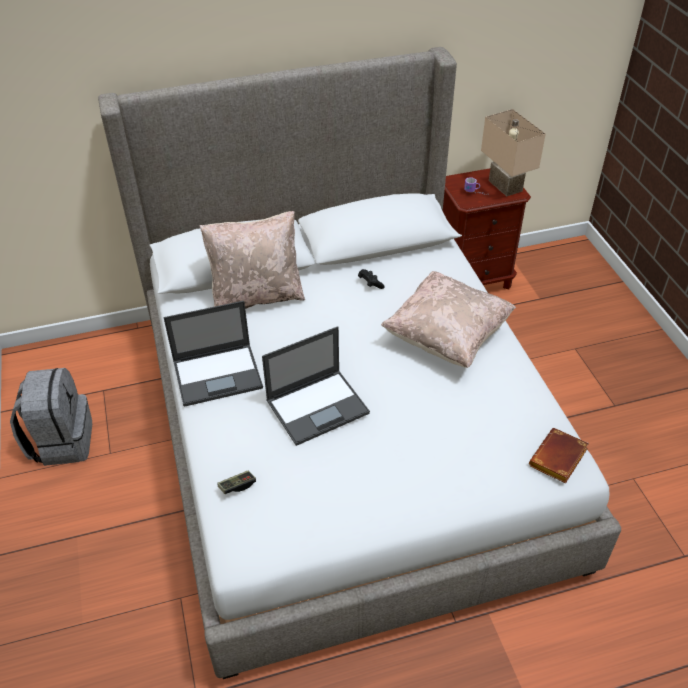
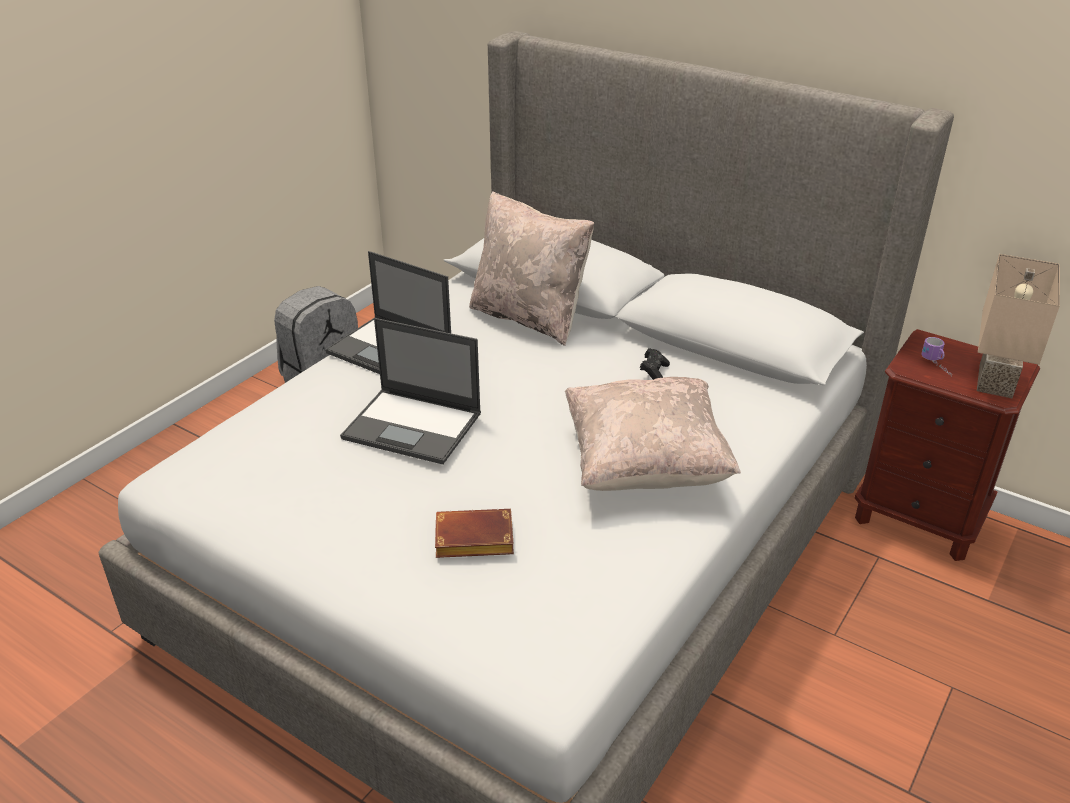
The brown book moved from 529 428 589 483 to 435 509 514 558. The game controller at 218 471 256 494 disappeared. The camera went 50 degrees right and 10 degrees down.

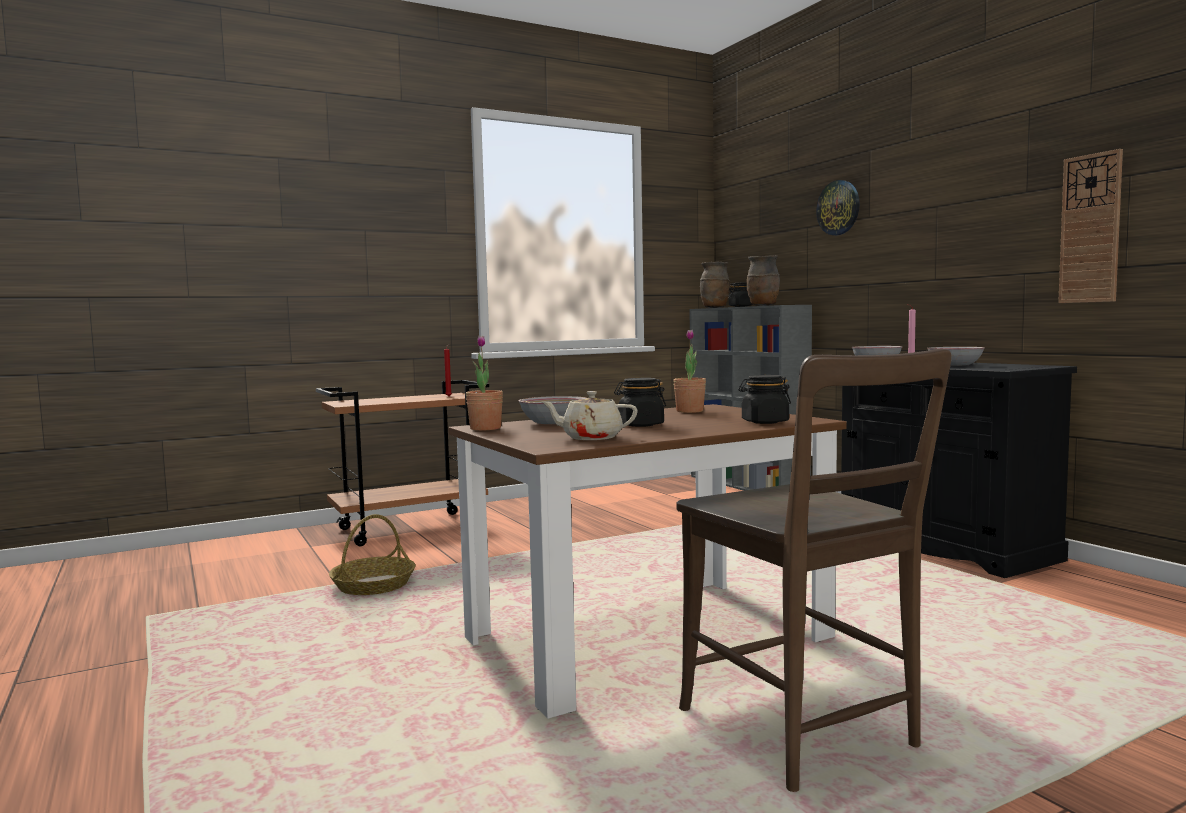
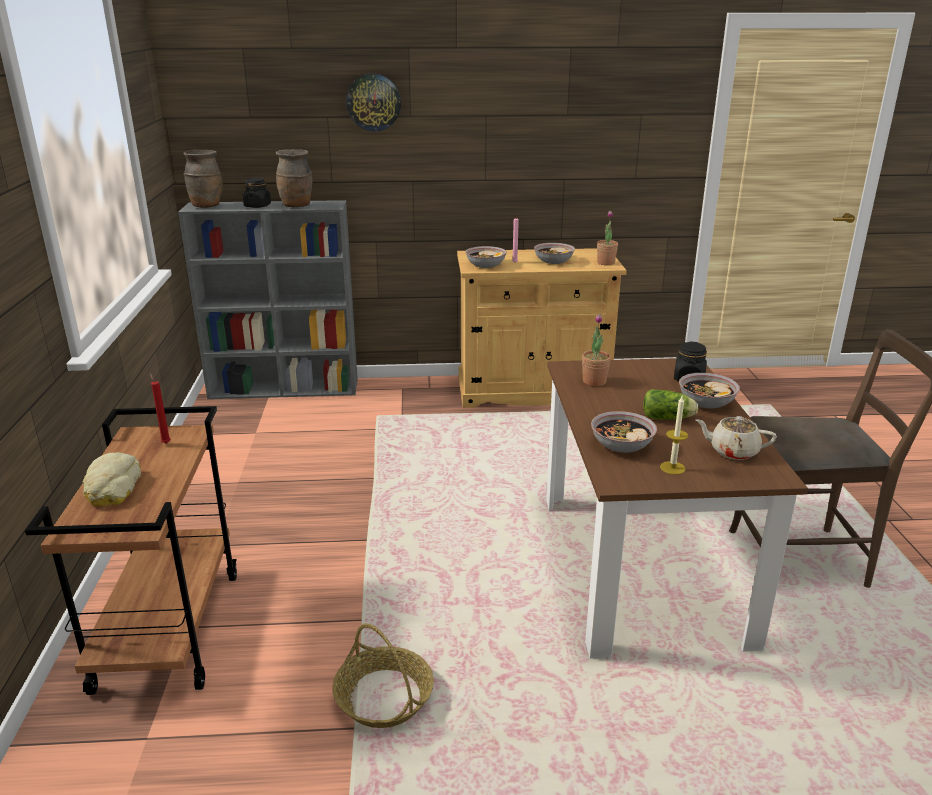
The hanging clock at 1058 149 1123 303 disappeared. The houseplant moved from 466 336 503 430 to 597 211 618 266. The blackish storage cabinet at 841 363 1077 578 became the beige-coloured storage cabinet at 457 248 627 408. The blackish jar at 614 378 666 427 was replaced by the lettuce at 643 389 698 419. The beige-coloured pot for tea at 542 391 638 440 turned 75 degrees clockwise. The bowl at 679 373 740 409 appeared. The wax light at 660 396 688 475 appeared. The bread at 82 452 141 507 appeared. The camera went 65 degrees left and 20 degrees up.

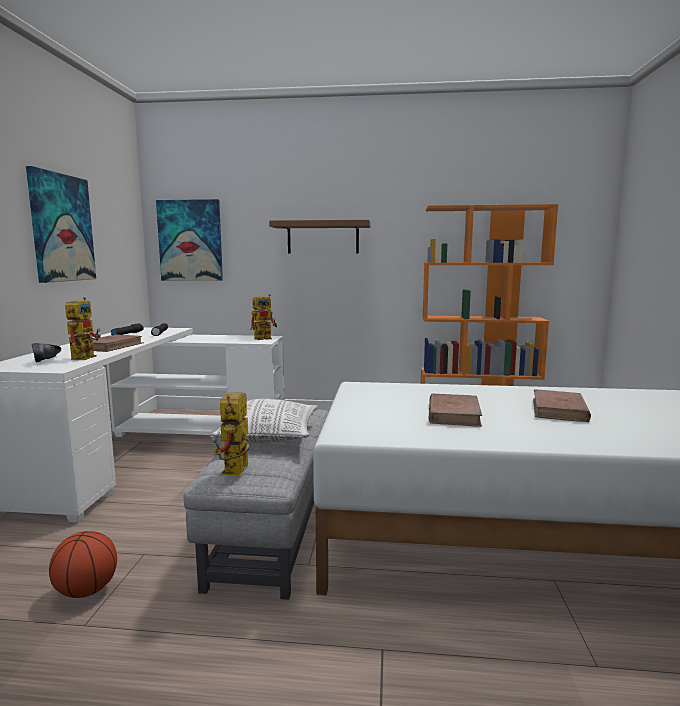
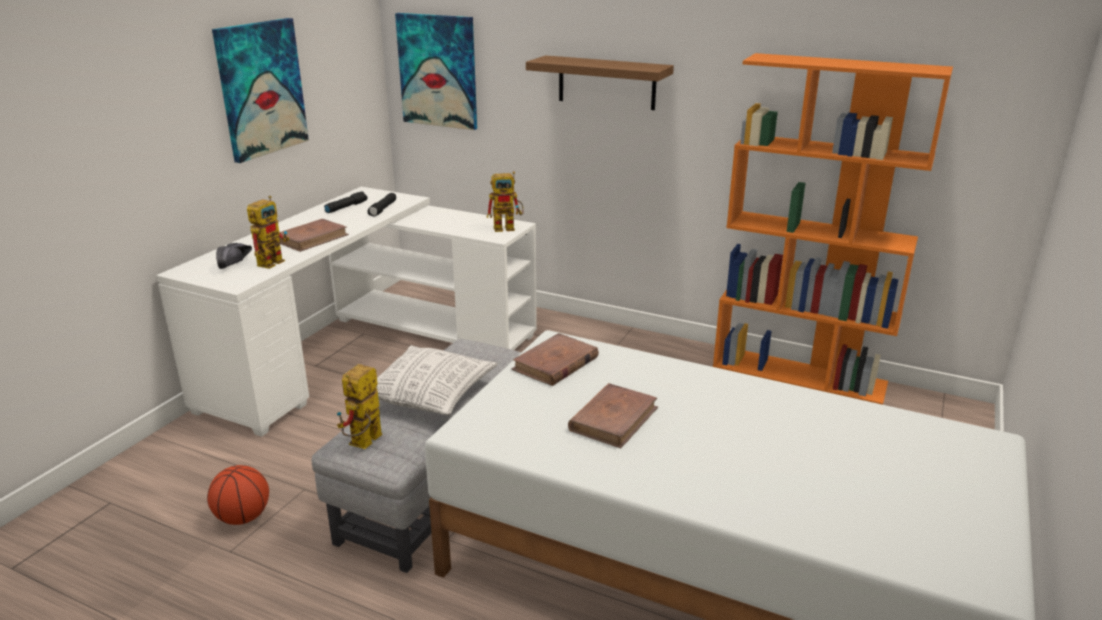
The brown book moved from 533 389 591 422 to 512 333 599 386. The camera went 20 degrees right and 15 degrees up.

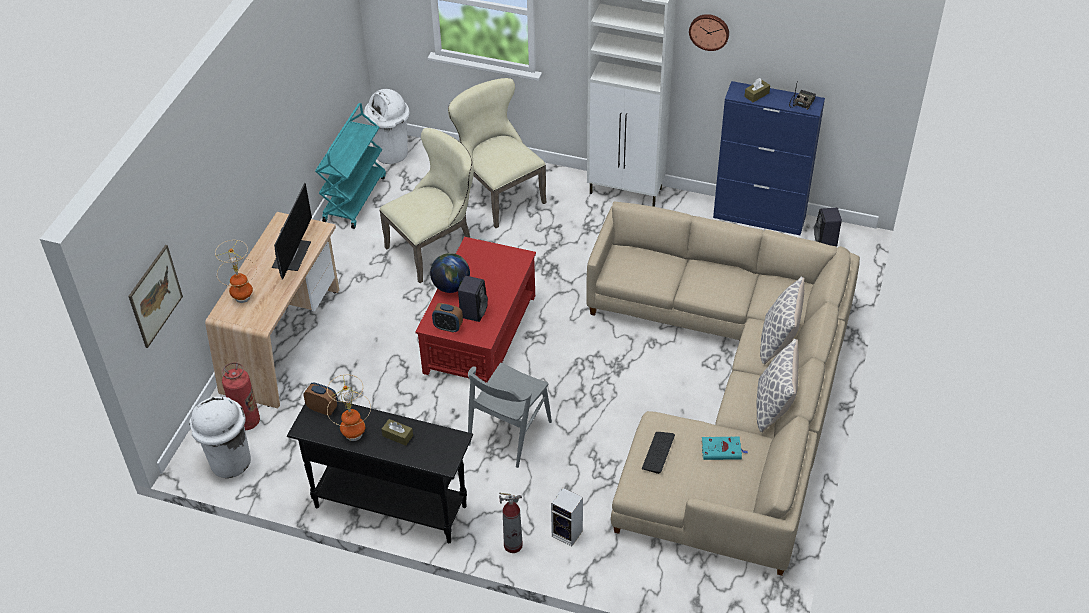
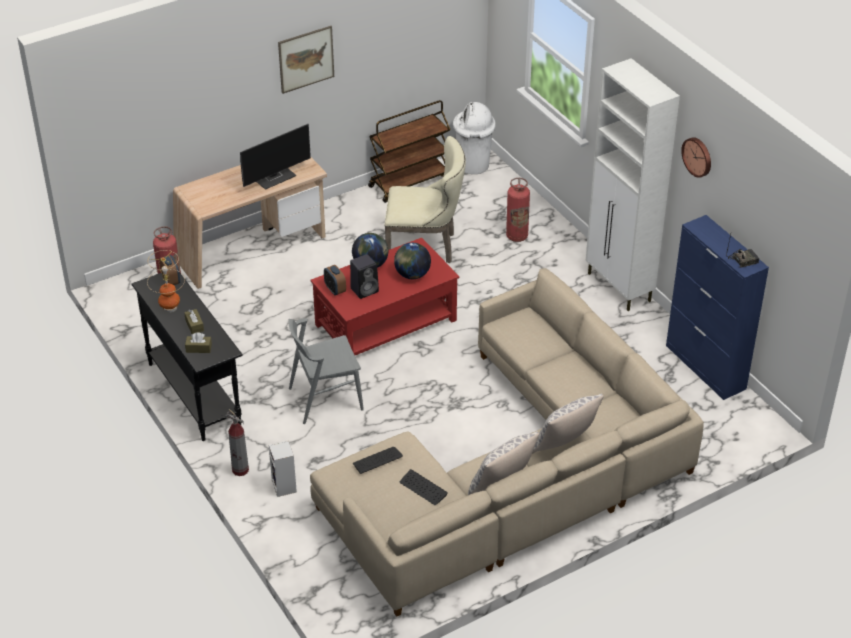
The beige-coloured upright chair at 448 78 547 228 was replaced by the fire-fighting cylinder at 506 178 530 242. The brown tissue box moved from 744 78 770 102 to 185 332 212 353. The turquoise-coloured wheeled cart at 315 103 386 229 became the brown wheeled cart at 368 100 451 203. The blackish loudspeaker at 814 208 842 247 disappeared. The table lamp at 215 240 257 303 disappeared. The wall art moved from 128 245 183 348 to 278 26 334 94. The whitish waste bin at 189 397 251 478 disappeared. The turquoise-coloured book at 701 437 748 460 was replaced by the keyboard at 400 469 448 505. The globe at 394 243 431 279 appeared. The camera went 40 degrees right and 5 degrees down.

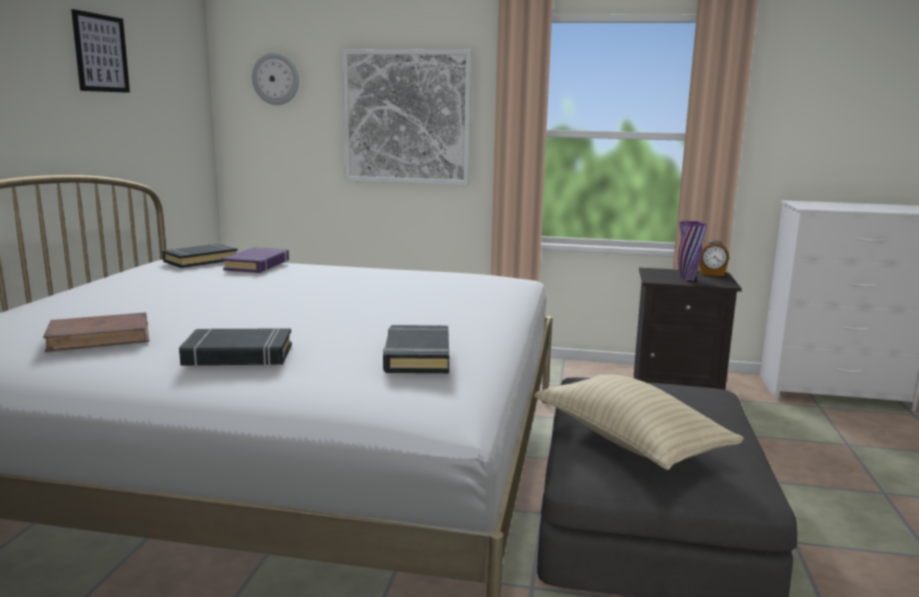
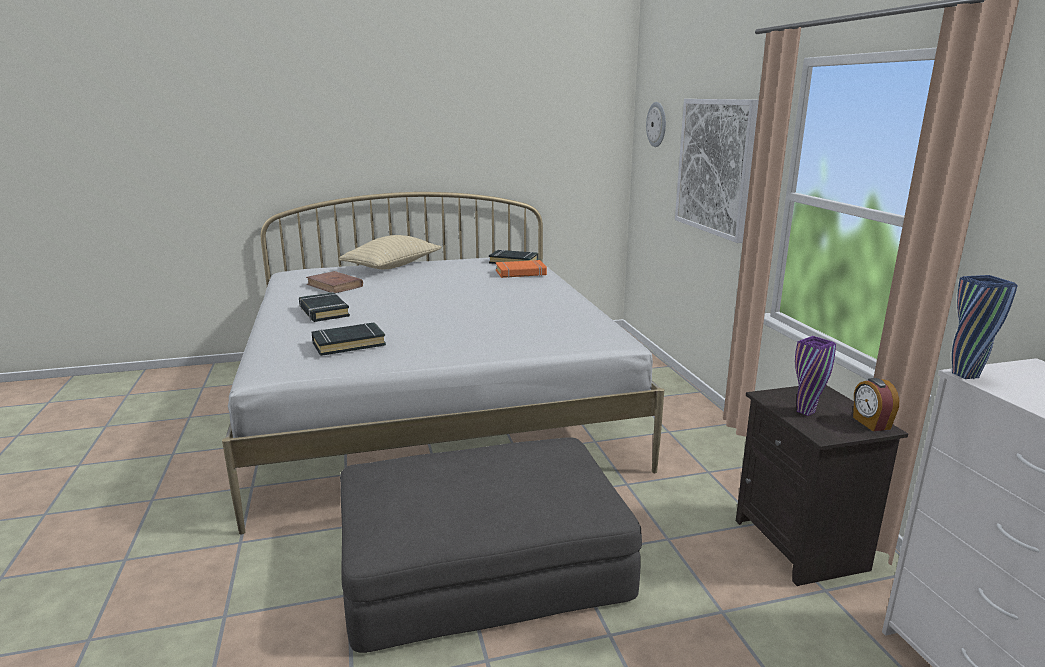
The wall art at 71 9 130 93 disappeared. The purplish book at 223 247 289 273 became the orange-coloured book at 496 260 547 278. The beige-coloured throw pillow moved from 534 374 744 470 to 339 235 441 269. The blue-coloured flower vase at 952 275 1018 379 appeared. The camera went 65 degrees right and 5 degrees up.

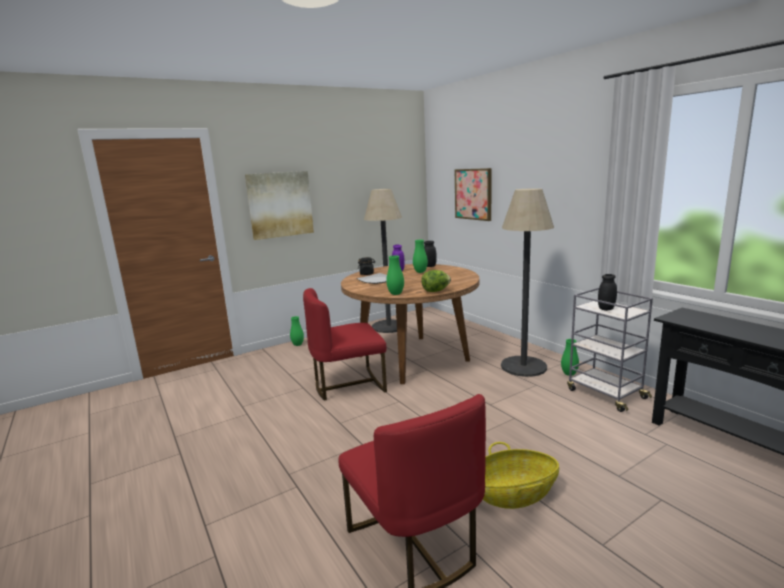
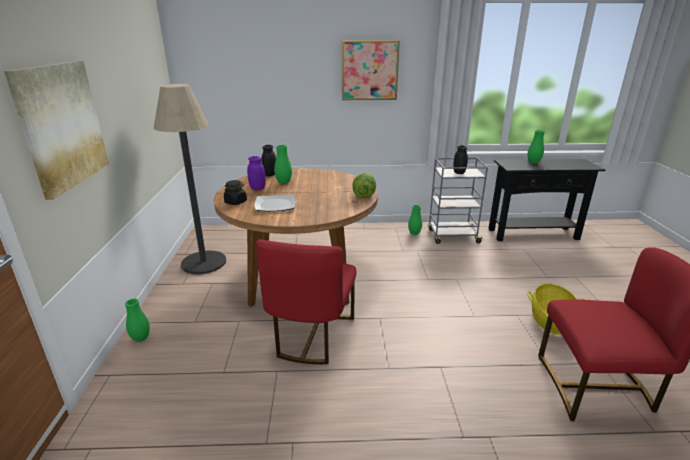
The wall art moved from 455 168 492 221 to 342 40 400 100. The standard lamp at 501 188 554 377 disappeared. The greenish flower vase moved from 386 255 404 295 to 528 130 545 164. The camera went 60 degrees left and 10 degrees up.

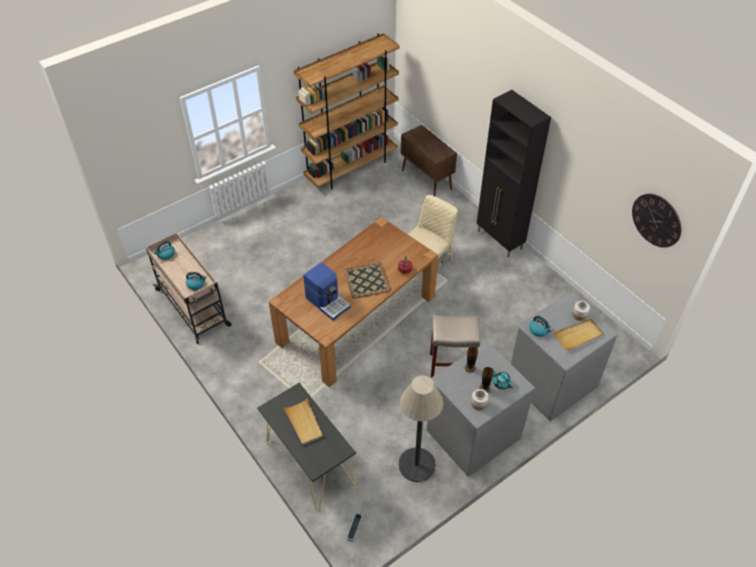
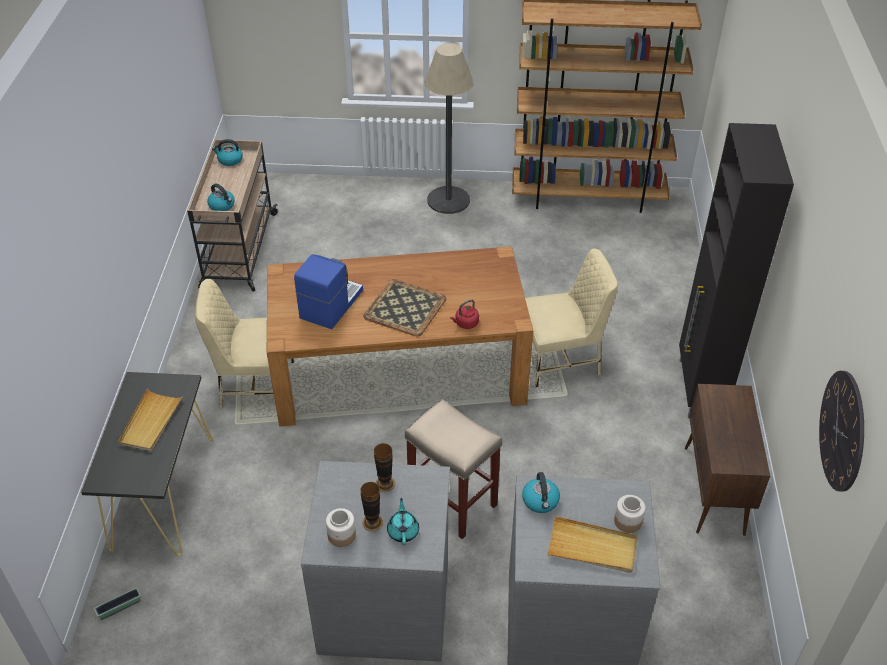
The brown storage cabinet moved from 401 125 457 196 to 685 384 770 536. The coffee machine at 303 262 351 321 turned 150 degrees counterclockwise. The standard lamp moved from 398 375 443 482 to 425 43 473 214. The beige-coloured upright chair at 195 279 294 409 appeared. The camera went 40 degrees right and 5 degrees down.

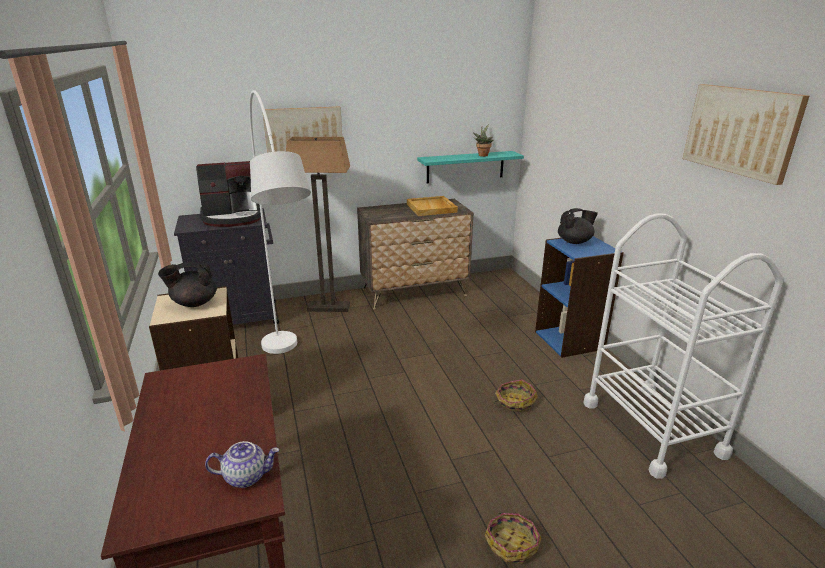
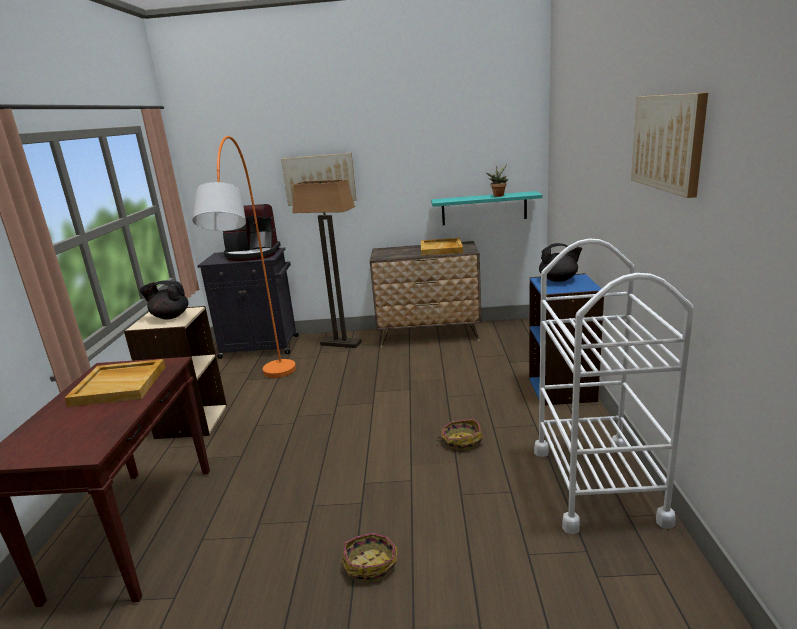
The whitish standard lamp at 249 90 311 354 became the orange-coloured standard lamp at 192 136 296 378. The pot for tea at 205 441 279 488 disappeared. The beige-coloured serving tray at 65 359 165 407 appeared. The camera went 20 degrees right and 5 degrees down.

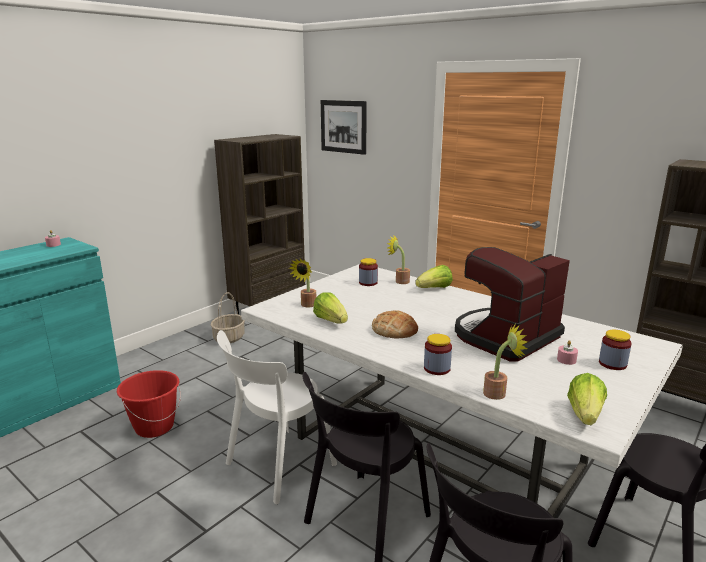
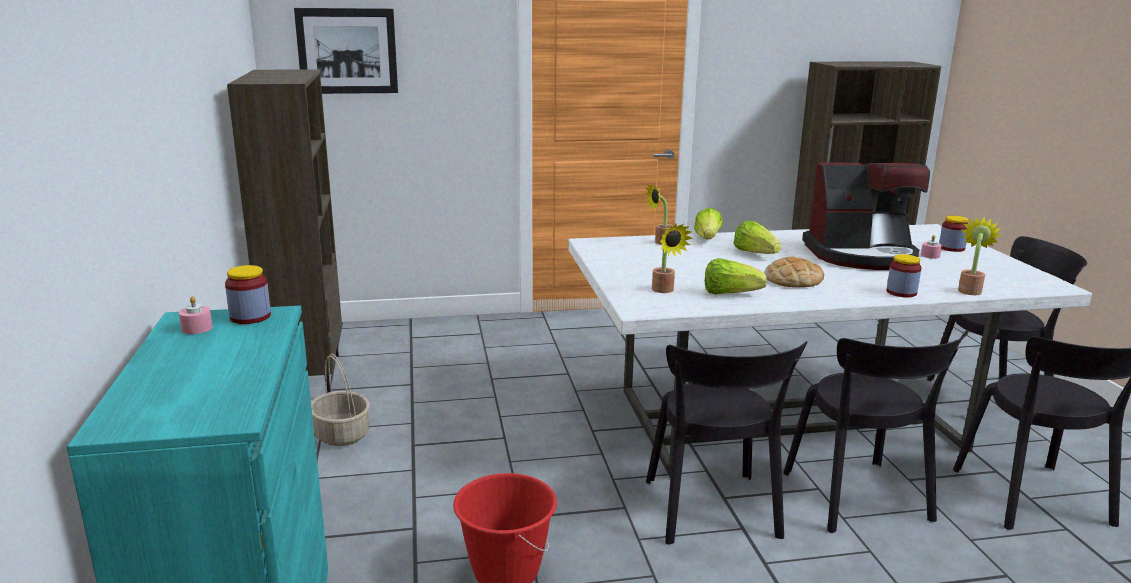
The coffee machine at 455 247 570 362 turned 90 degrees counterclockwise. The jar moved from 359 258 378 286 to 225 265 271 324. The whitish upright chair at 217 330 337 504 became the blackish upright chair at 646 341 807 544. The lettuce moved from 567 373 607 425 to 733 221 781 254. The camera went 50 degrees left and 0 degrees up.

